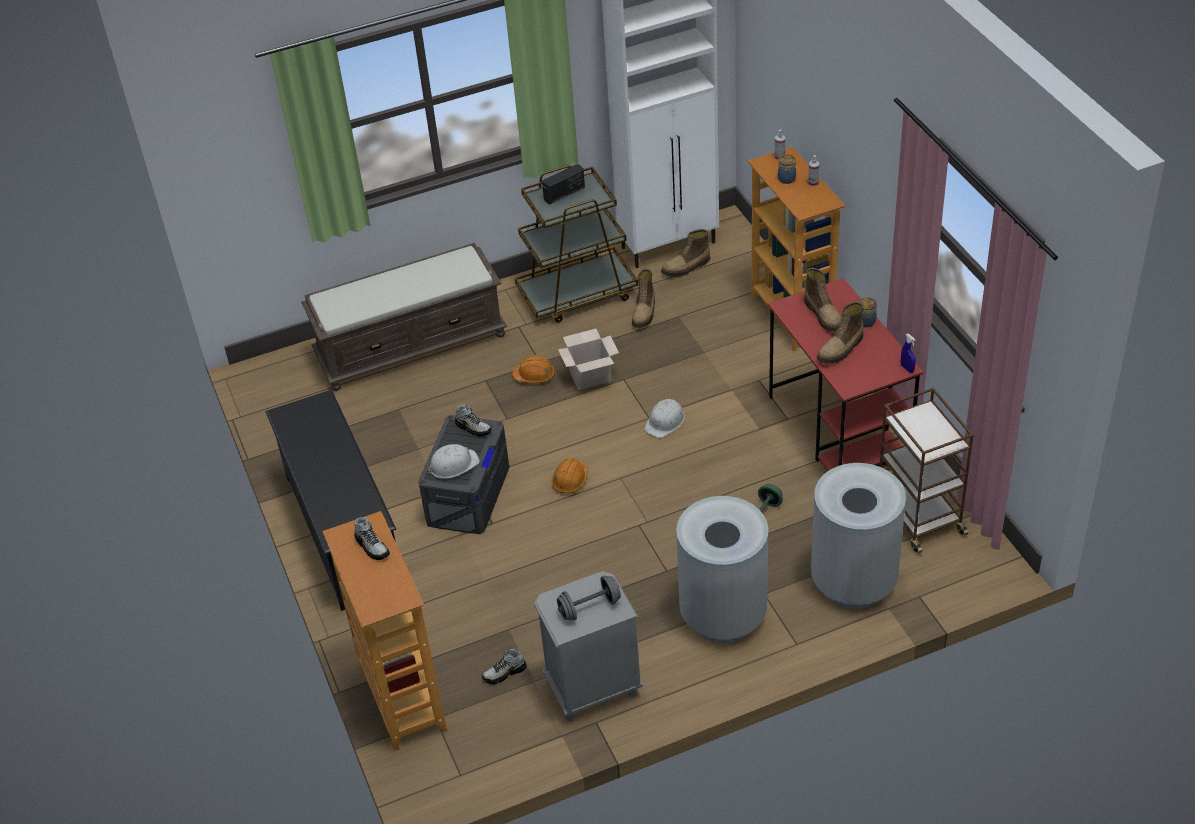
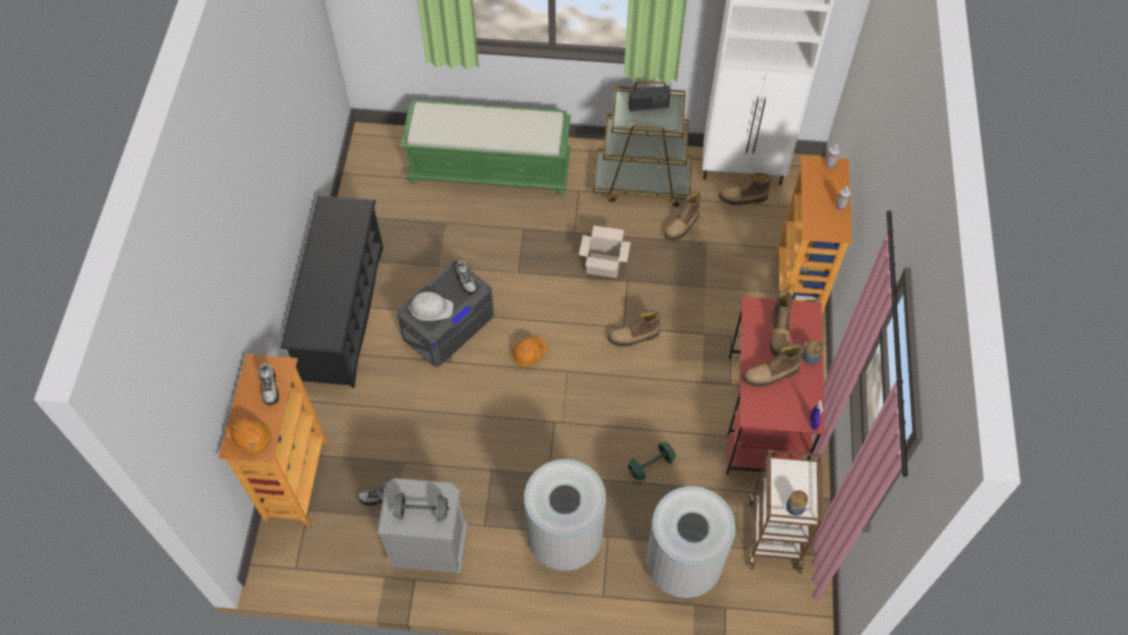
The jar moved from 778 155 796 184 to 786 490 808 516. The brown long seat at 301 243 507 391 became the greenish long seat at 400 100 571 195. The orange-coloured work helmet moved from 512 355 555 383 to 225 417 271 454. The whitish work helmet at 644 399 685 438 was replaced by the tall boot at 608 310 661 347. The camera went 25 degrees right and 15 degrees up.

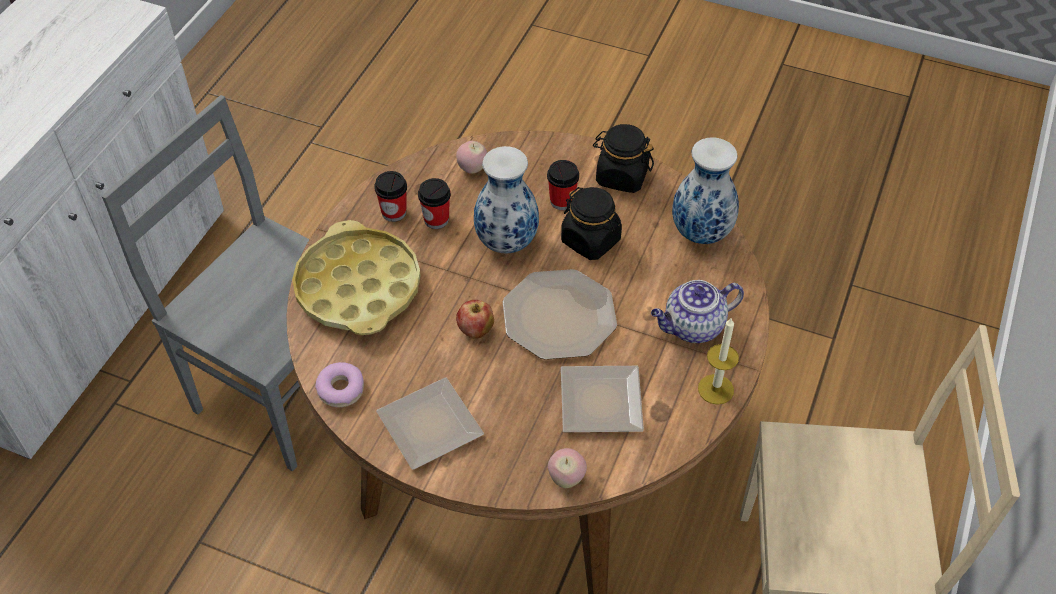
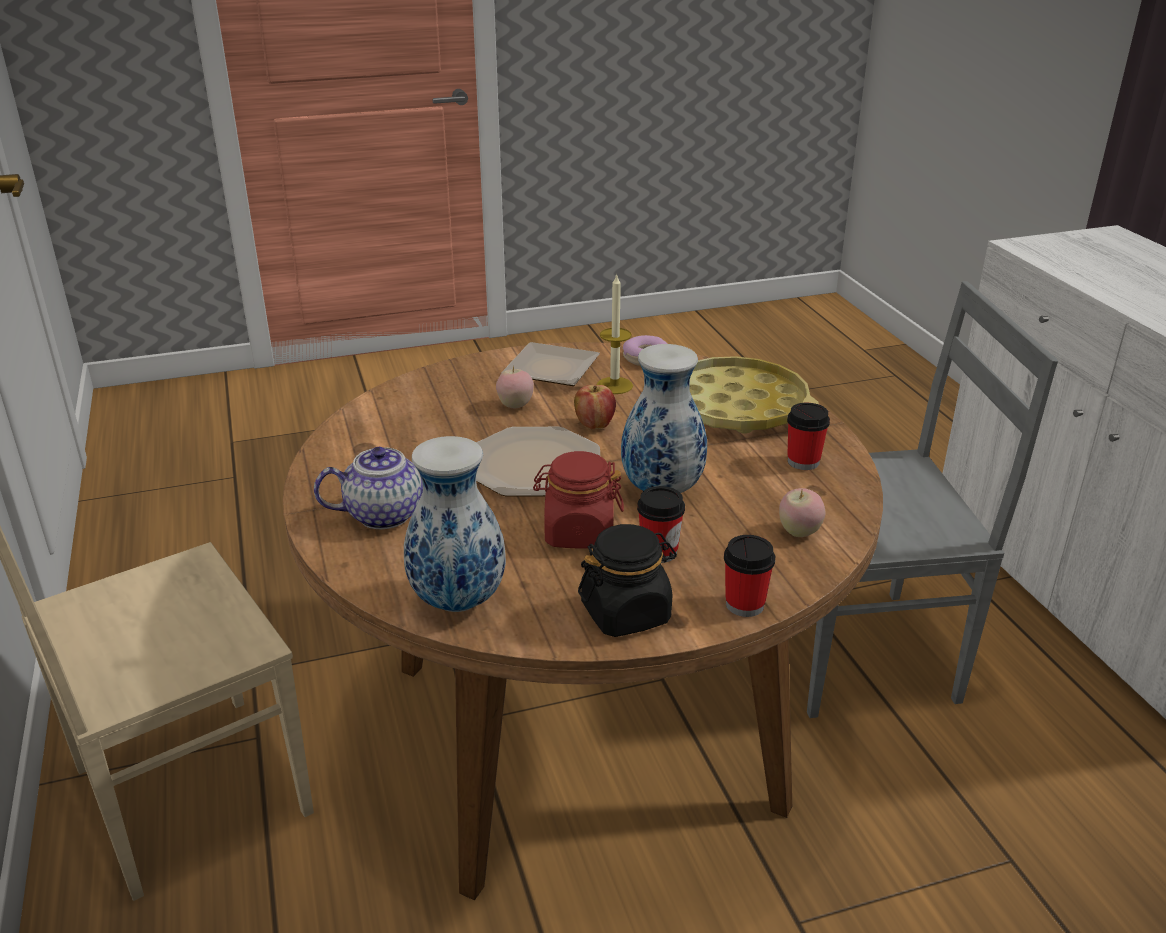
The drinking cup moved from 418 178 451 229 to 724 535 775 617. The blackish jar at 561 187 622 260 became the red-coloured jar at 533 451 624 549. The pot for tea at 651 280 744 343 turned 45 degrees clockwise. The wax light moved from 698 317 739 405 to 597 273 633 394. The flat dish at 561 366 644 432 disappeared. The apple moved from 548 448 587 488 to 496 366 534 408. The camera went 140 degrees right and 20 degrees down.

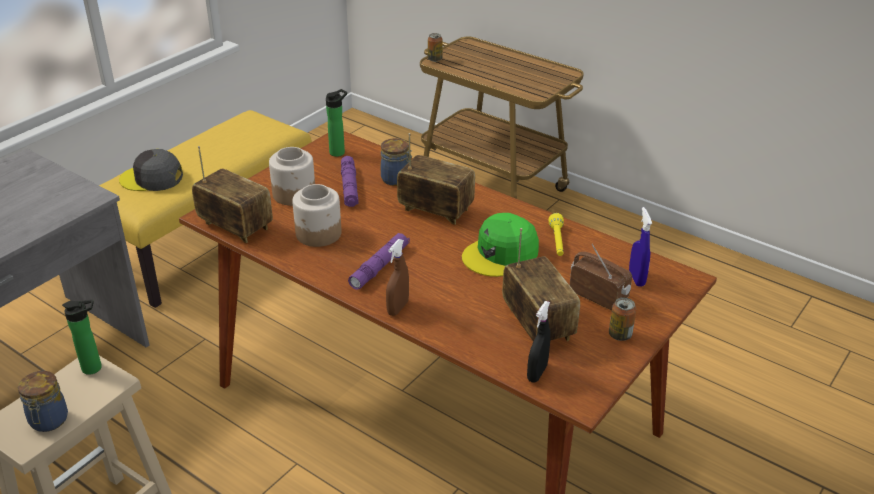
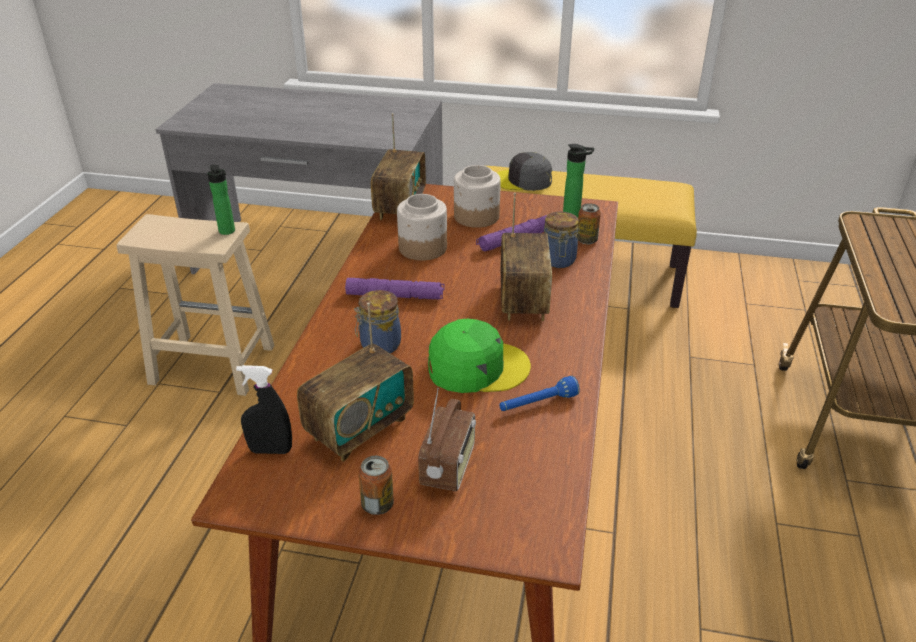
The sealed can moved from 428 33 442 62 to 577 203 601 244. The gray cap at 119 149 183 191 turned 60 degrees counterclockwise. The blue-coloured hand sprayer at 629 207 652 287 disappeared. The greenish cap at 462 213 539 277 turned 150 degrees clockwise. The yellow-coloured hand torch at 548 213 564 256 became the blue-coloured hand torch at 499 376 580 411. The brown hand sprayer at 386 239 409 316 disappeared. The jar moved from 18 371 68 432 to 354 290 401 353. The camera went 65 degrees right and 0 degrees up.

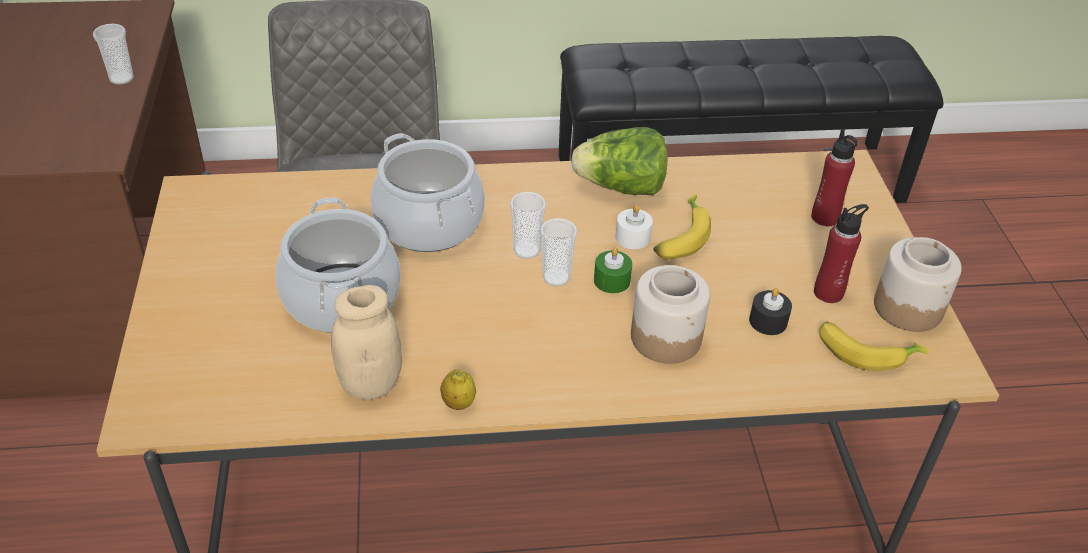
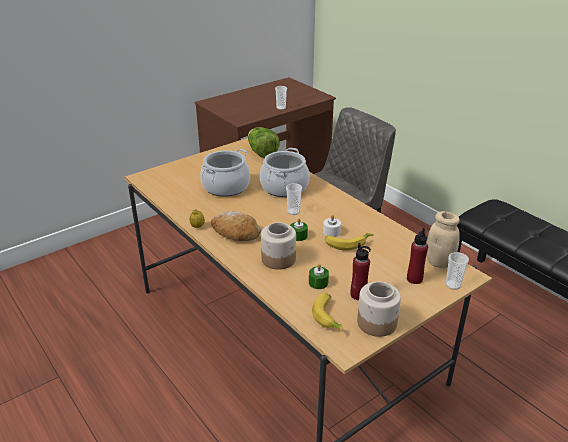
The lettuce moved from 571 127 667 195 to 248 127 280 158. The drinking cup moved from 540 218 577 287 to 446 252 469 290. The beige-coloured jar moved from 331 285 402 400 to 427 211 460 268. The blackish wax light at 749 288 792 335 became the greenish wax light at 309 264 329 289. The bread at 211 211 261 241 appeared. The camera went 60 degrees right and 10 degrees down.

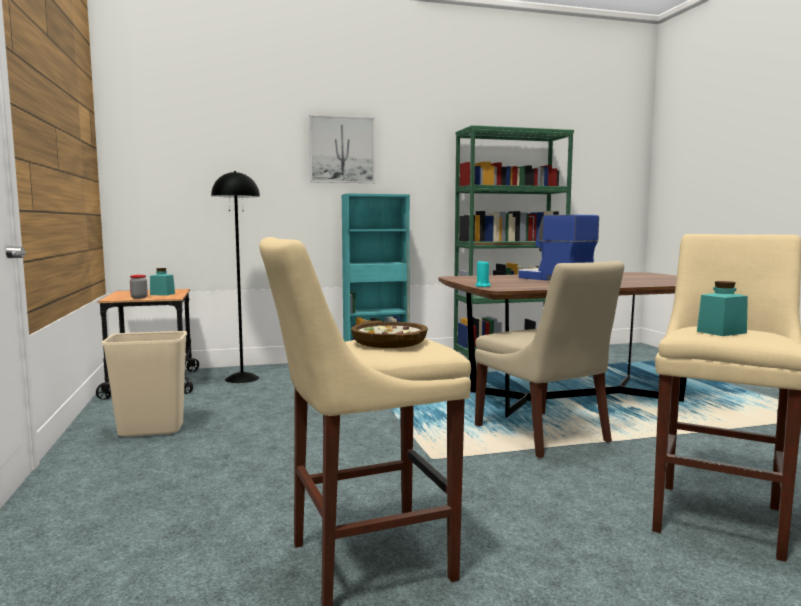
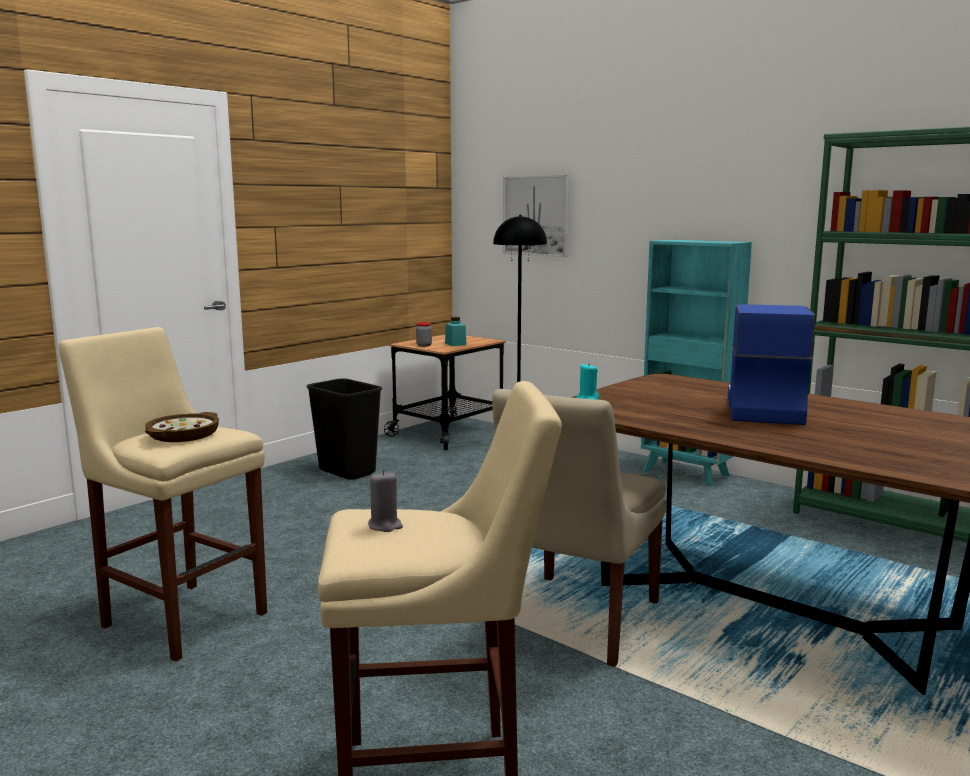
The wall art moved from 309 115 375 183 to 503 175 570 257. The turquoise-coloured jar at 697 281 748 336 was replaced by the gray wax light at 368 470 403 532. The beige-coloured waste bin at 102 331 187 437 became the blackish waste bin at 307 378 382 480. The camera went 55 degrees right and 5 degrees up.

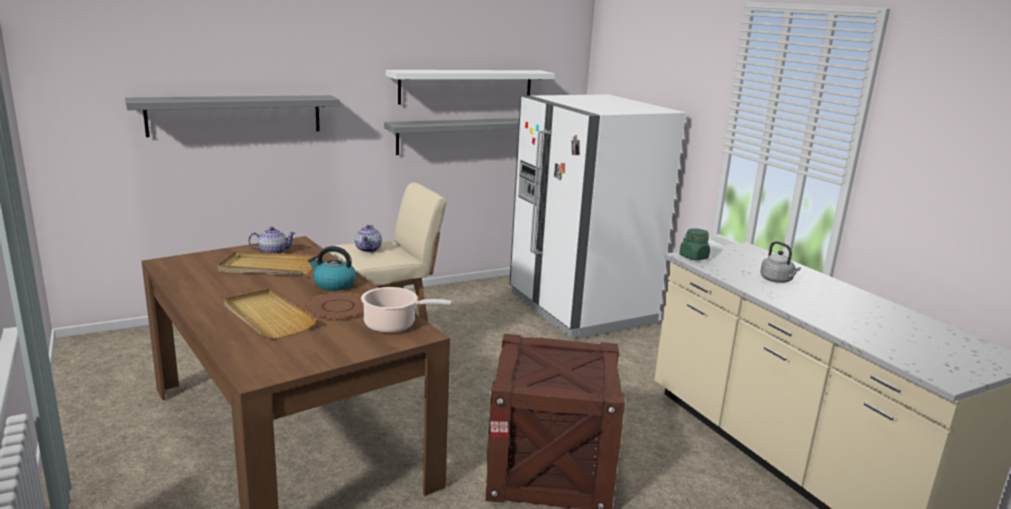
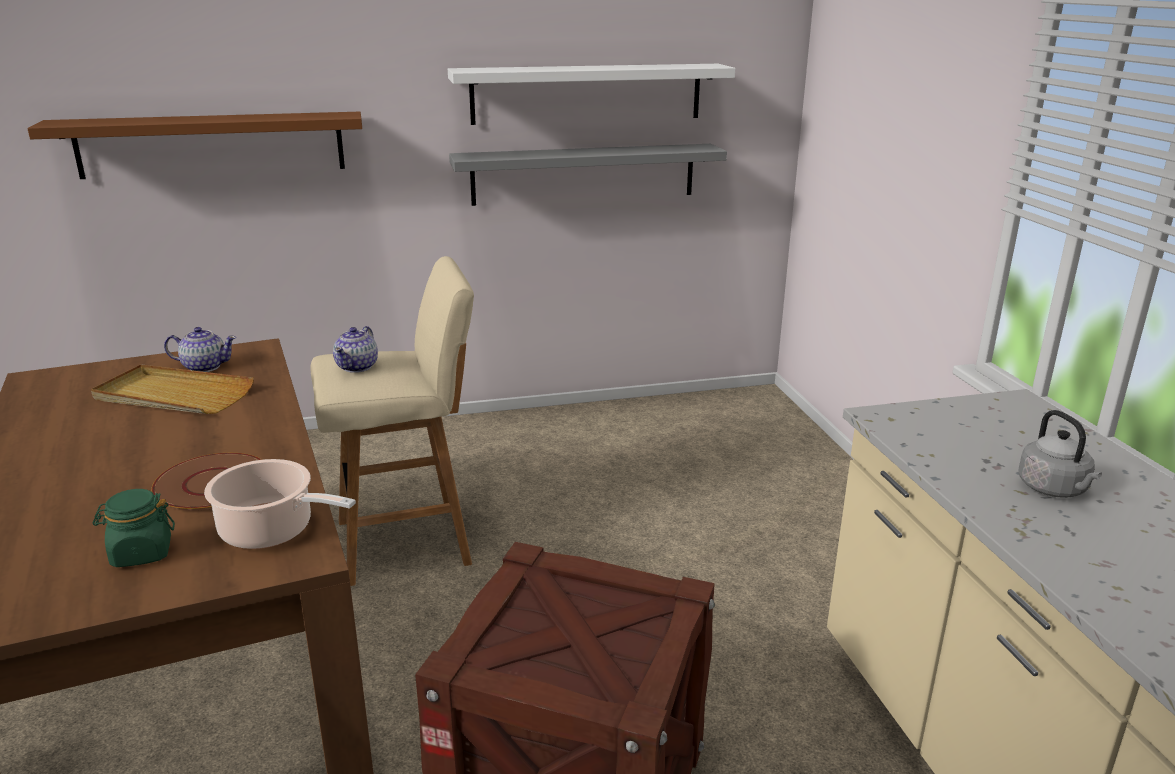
The whitish refrigerator at 510 94 686 338 disappeared. The gray shelf at 125 95 340 137 became the brown shelf at 27 112 362 179. The greenish jar moved from 680 228 710 260 to 92 489 175 567. The kettle at 308 246 356 291 disappeared. The beige-coloured serving tray at 224 289 317 339 disappeared. The camera went 15 degrees right and 5 degrees up.

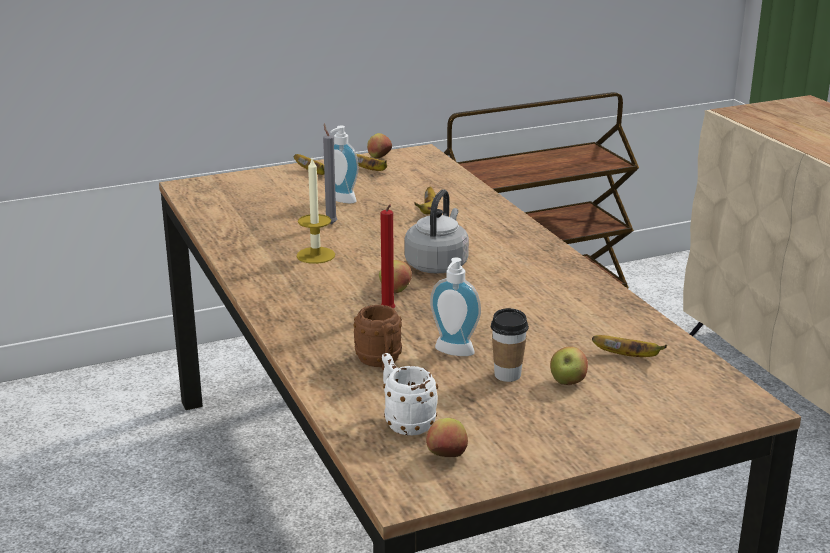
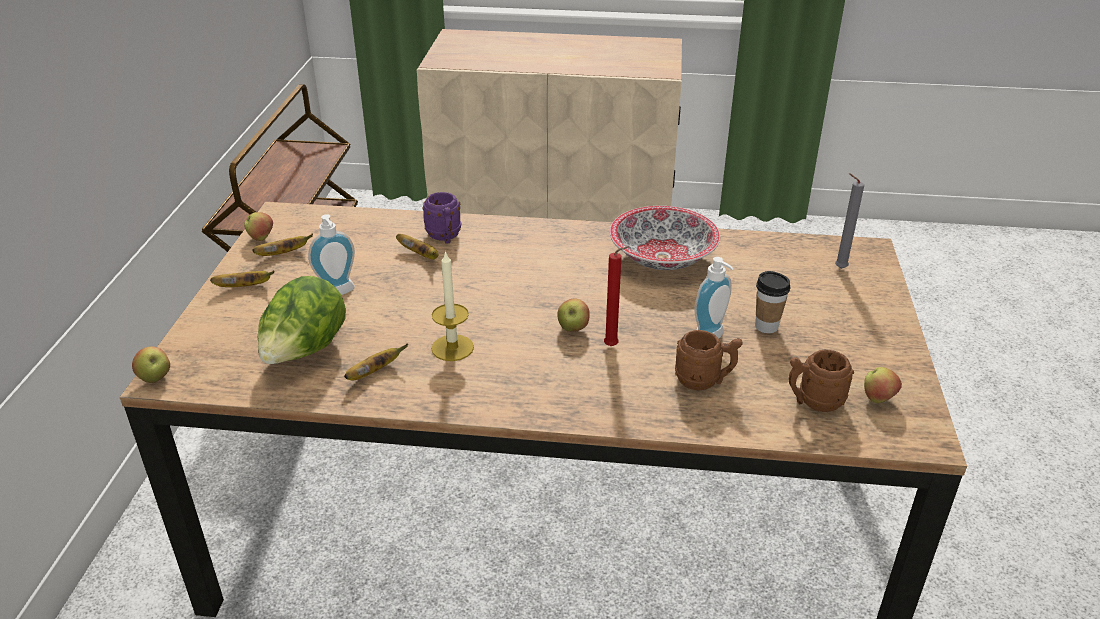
The gray wax light moved from 323 124 337 225 to 835 173 864 269. The gray kettle at 405 190 469 274 disappeared. The whole banana moved from 592 335 667 357 to 344 344 408 380. The apple moved from 550 346 588 385 to 132 346 170 383. The whitish tea mug at 382 353 438 436 became the brown tea mug at 788 350 854 412. The purplish tea mug at 422 192 461 244 appeared. The bowl at 610 206 720 270 appeared. The lettuce at 257 276 346 364 appeared. The camera went 60 degrees left and 10 degrees up.

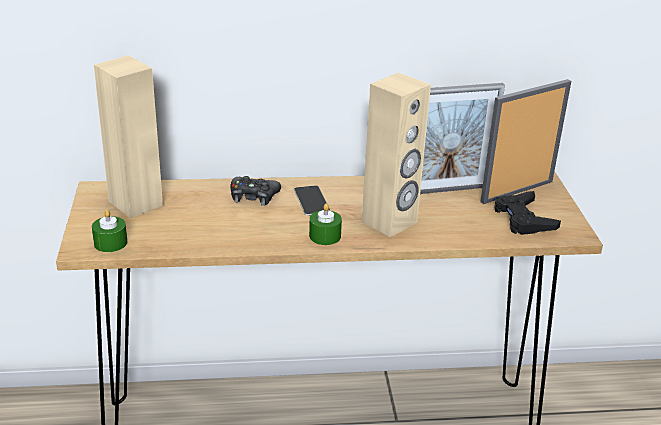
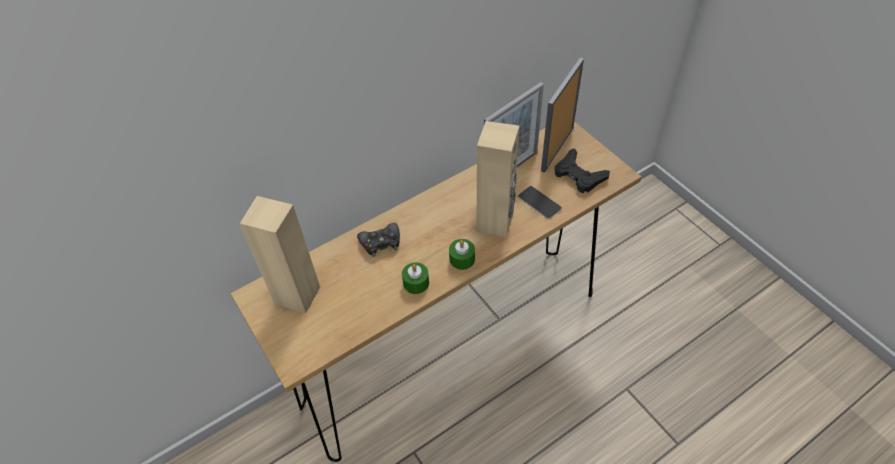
The handset moved from 294 185 331 216 to 517 186 562 219. The greenish wax light moved from 92 209 127 252 to 402 262 429 294. The camera went 25 degrees left and 20 degrees up.

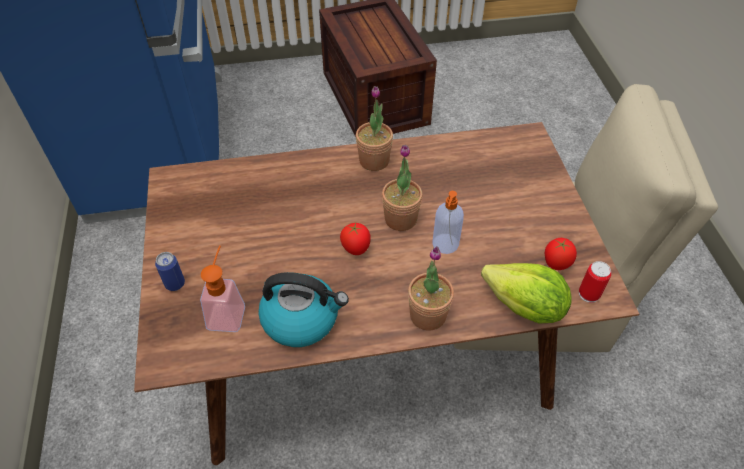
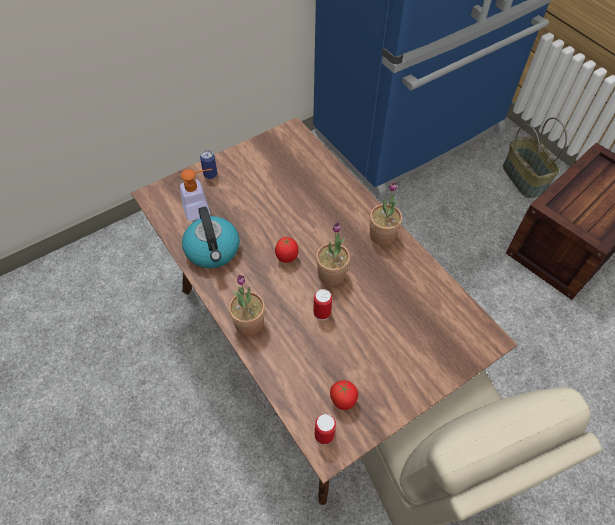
The liquid soap bottle at 432 191 464 254 was replaced by the sealed can at 313 289 332 320. The lettuce at 481 263 572 324 disappeared. The household basket at 503 117 567 198 appeared. The camera went 65 degrees right and 5 degrees up.

